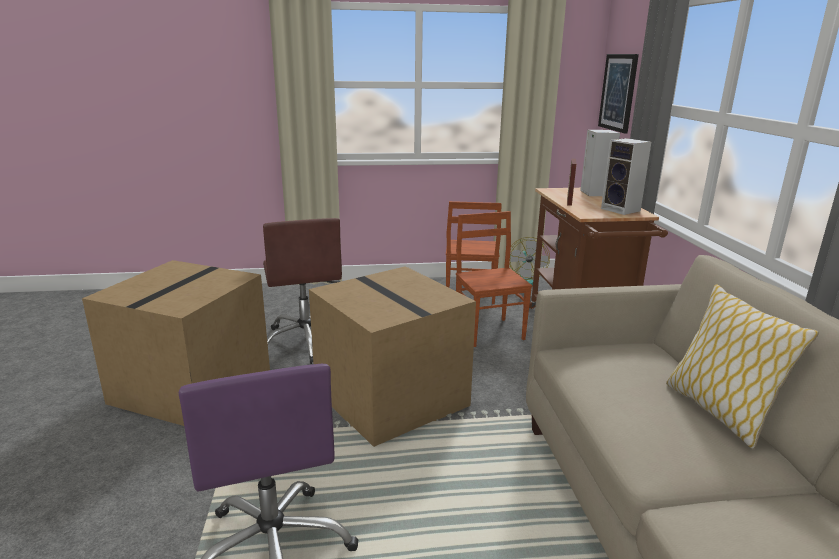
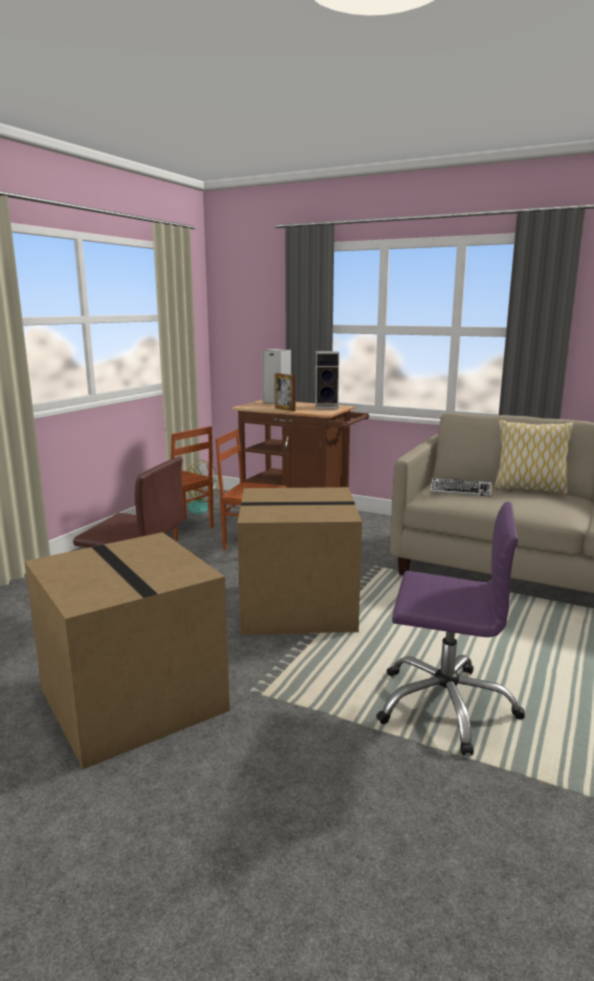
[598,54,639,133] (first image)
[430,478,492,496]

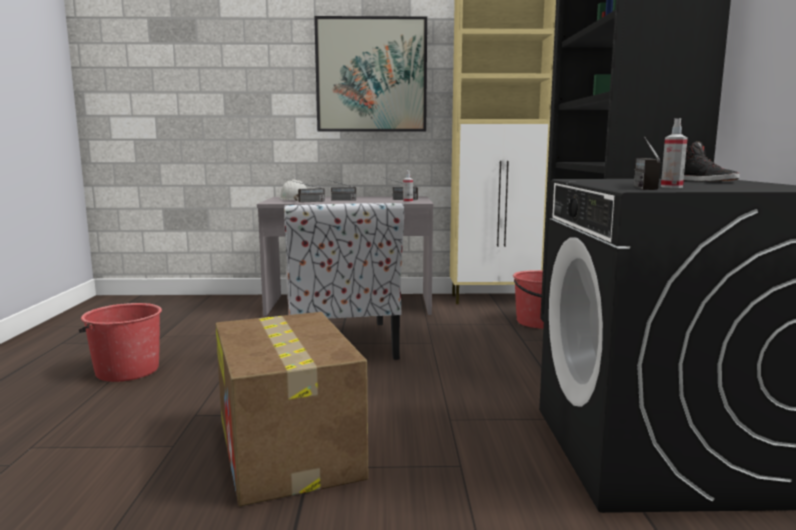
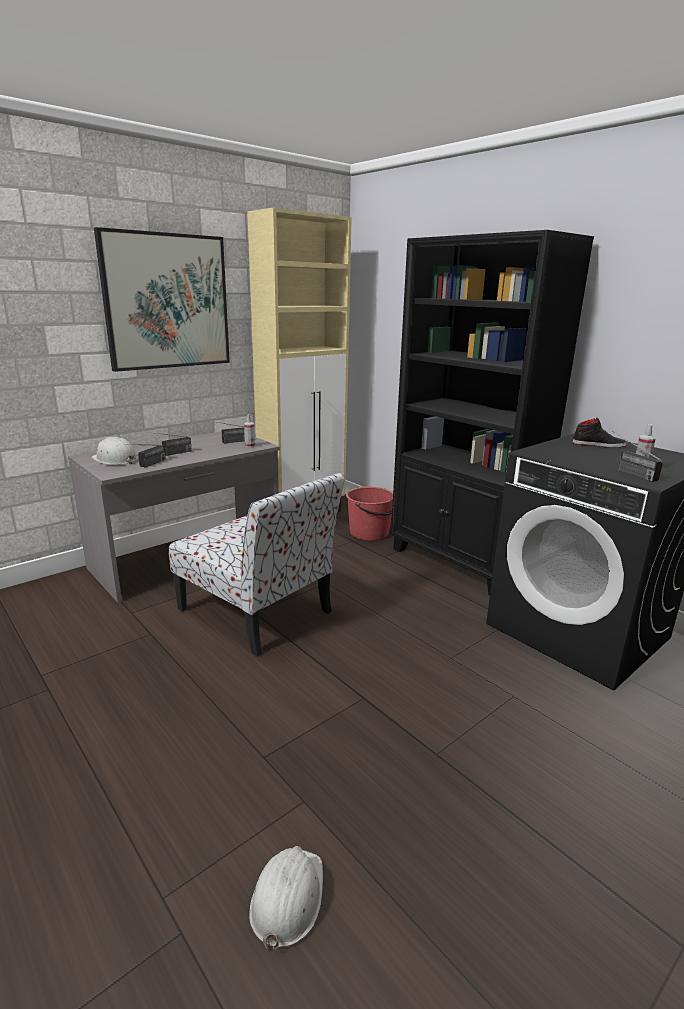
[79,303,162,382] (first image)
[215,312,368,506] (first image)
[249,846,323,951]

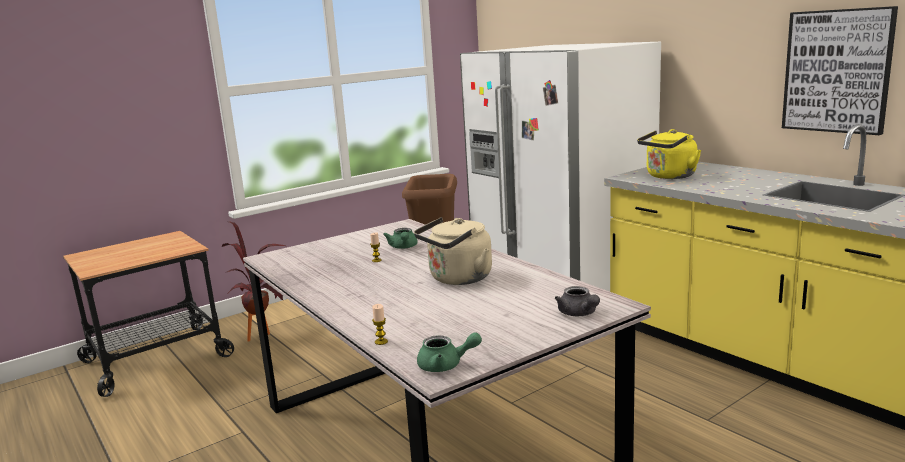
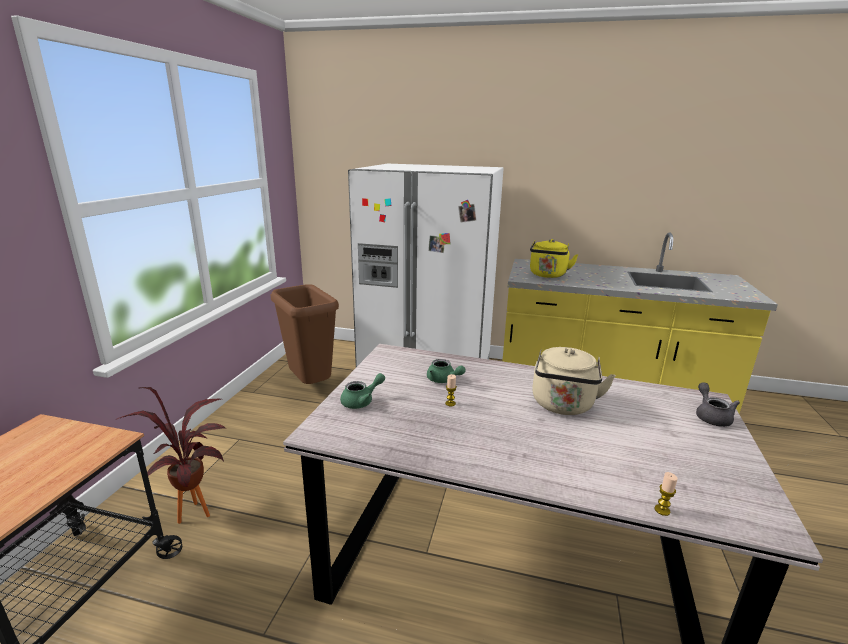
[782,6,898,135] (first image)
[696,382,740,427]
[340,373,385,409]

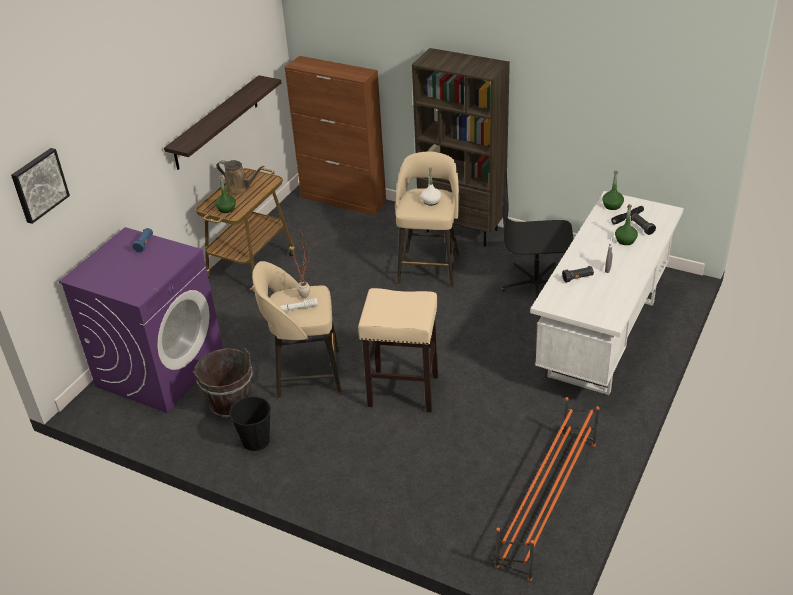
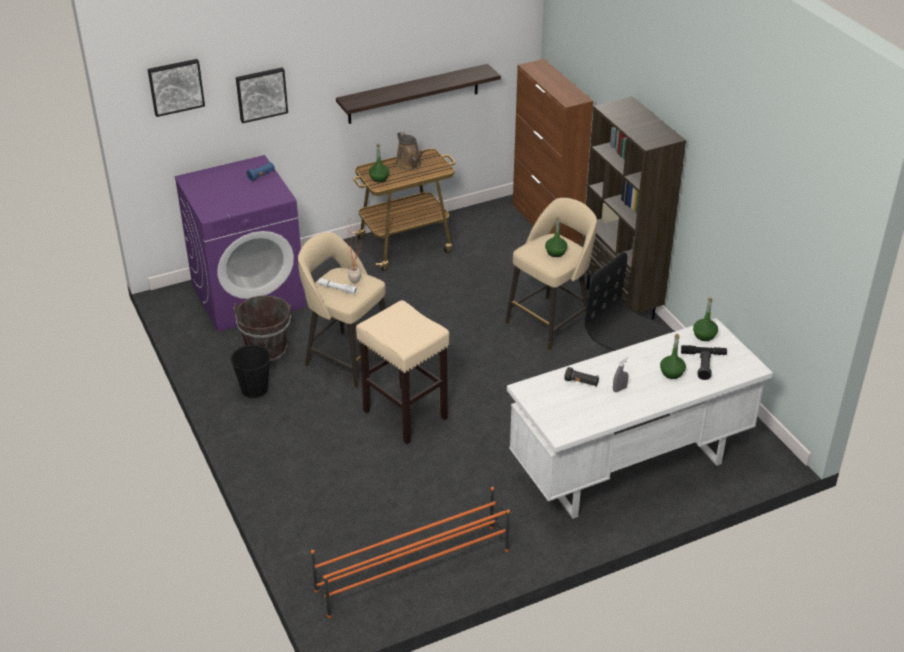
[545,216,568,257]
[236,67,288,123]

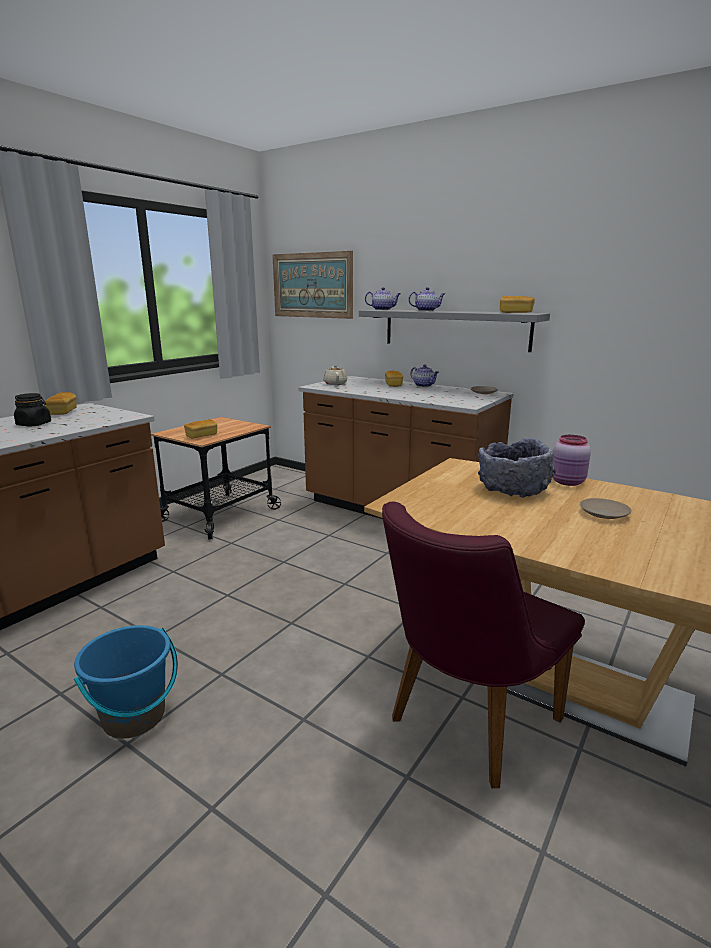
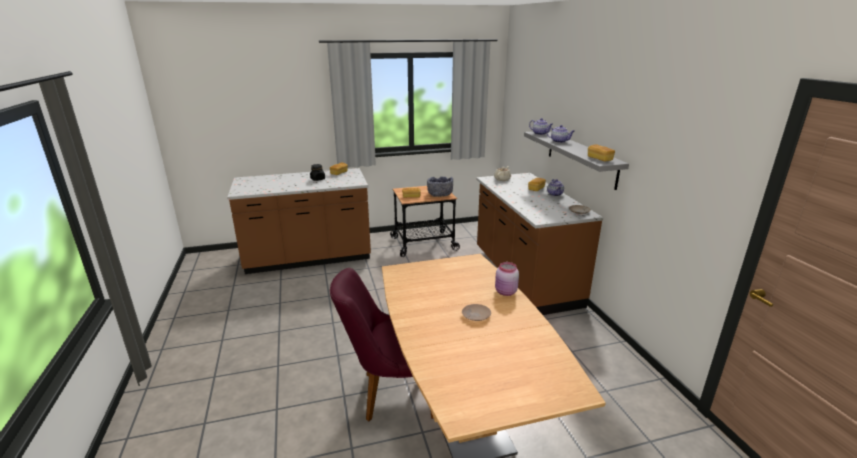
[272,251,353,319] (first image)
[427,176,453,197]
[74,625,178,739] (first image)

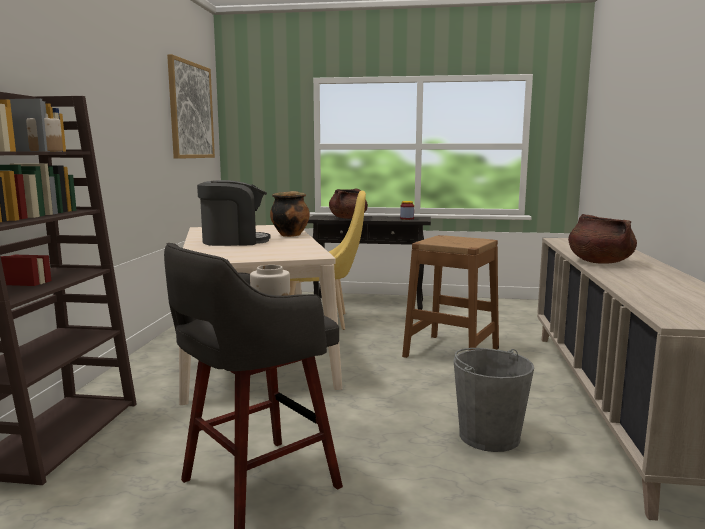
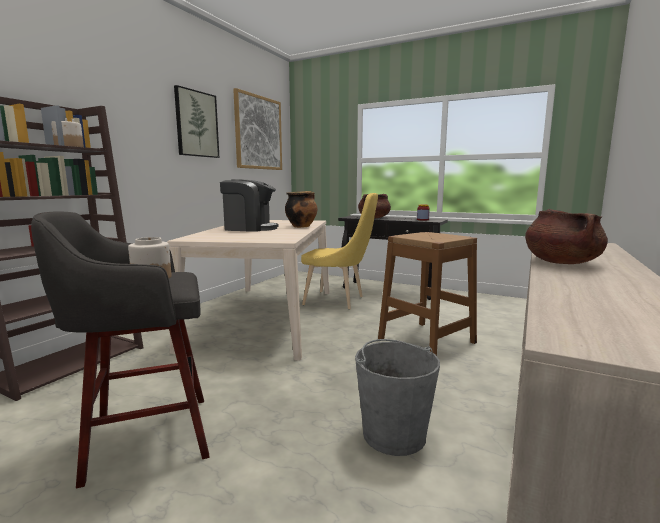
[174,85,220,158]

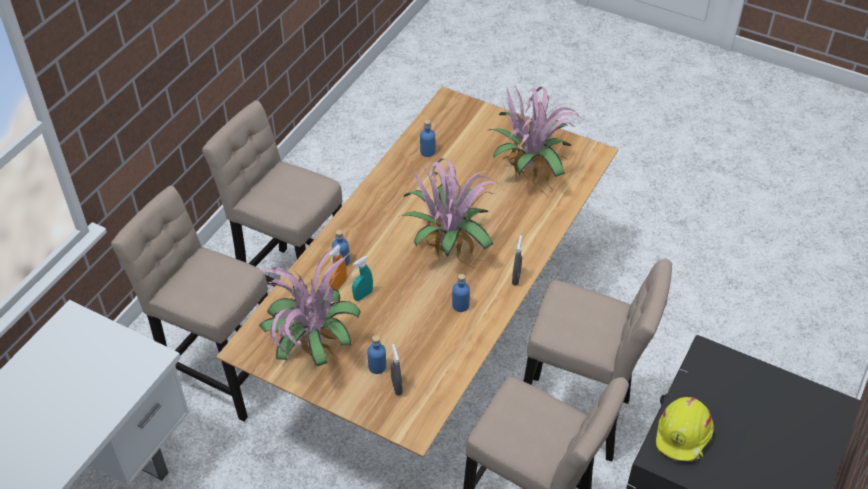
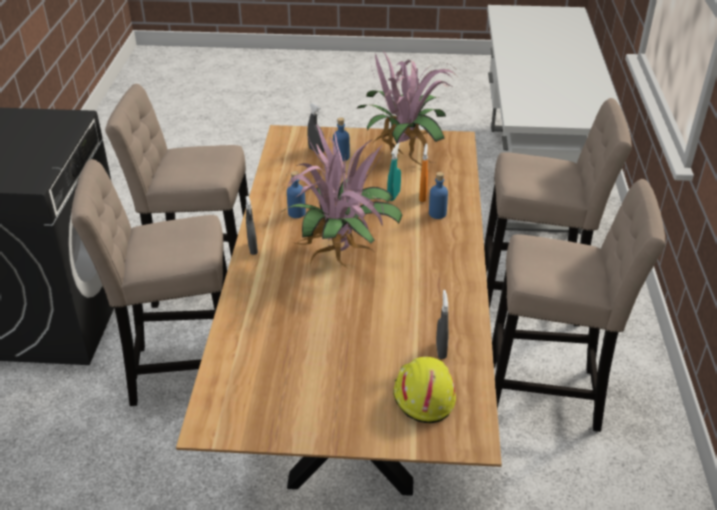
[489,84,582,198] (first image)
[436,290,449,359]
[393,357,456,423]

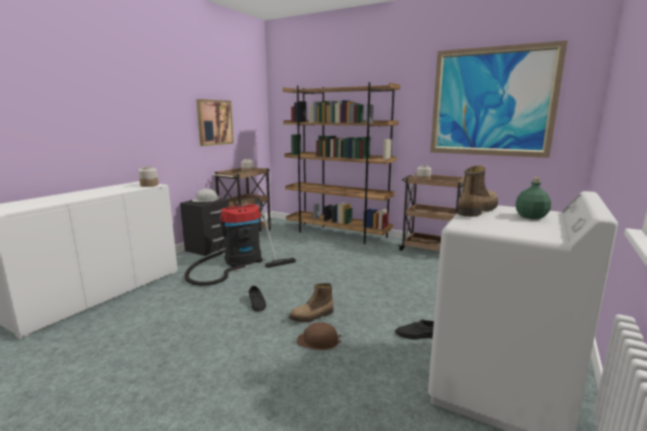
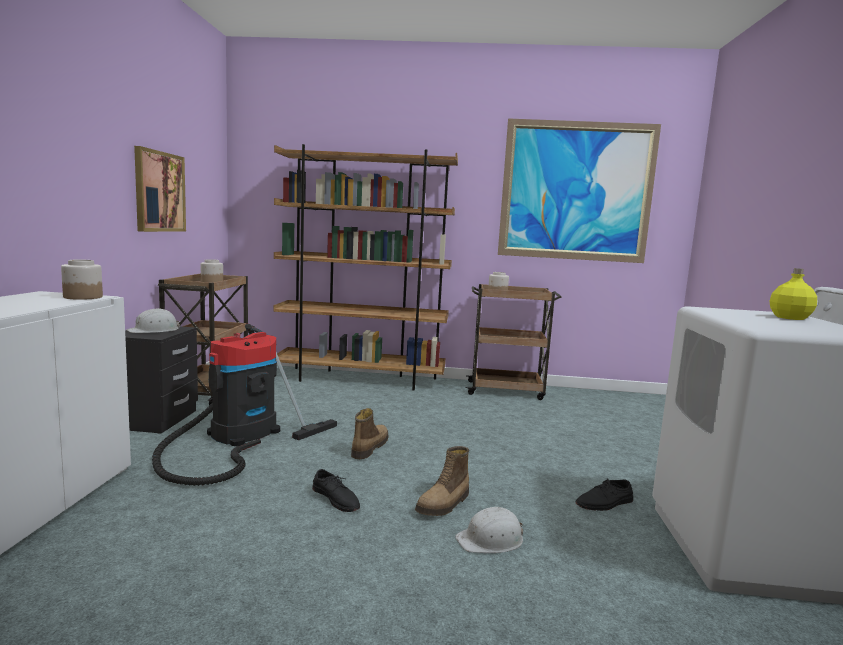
[351,408,389,459]
[769,268,817,320]
[455,507,523,553]

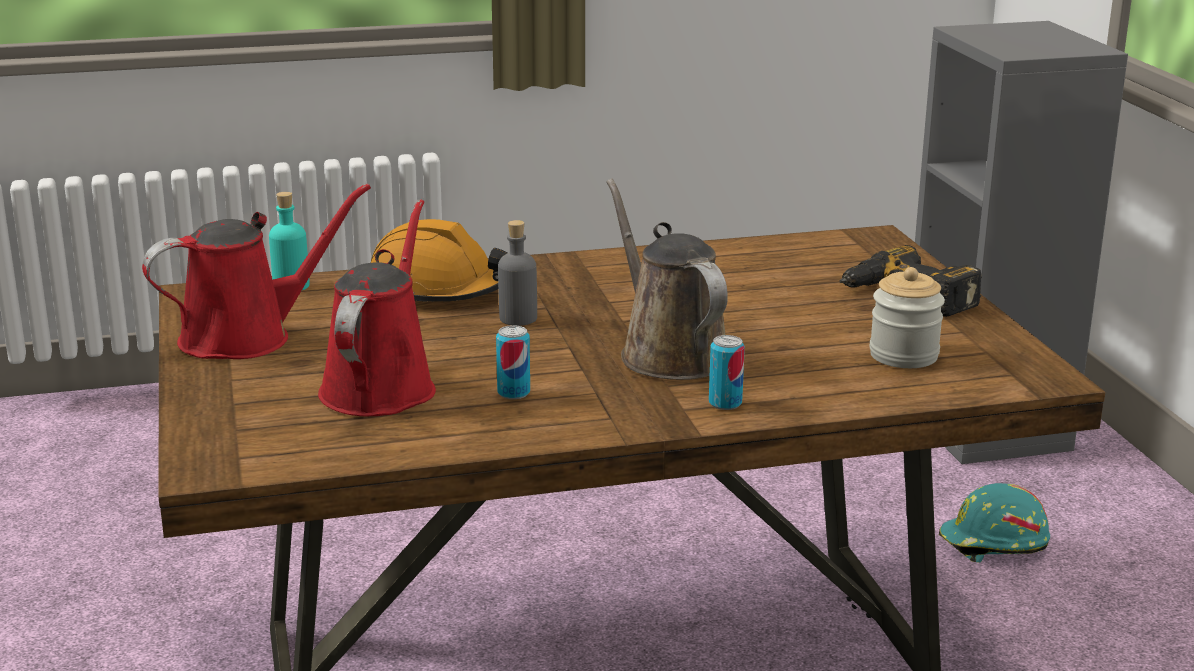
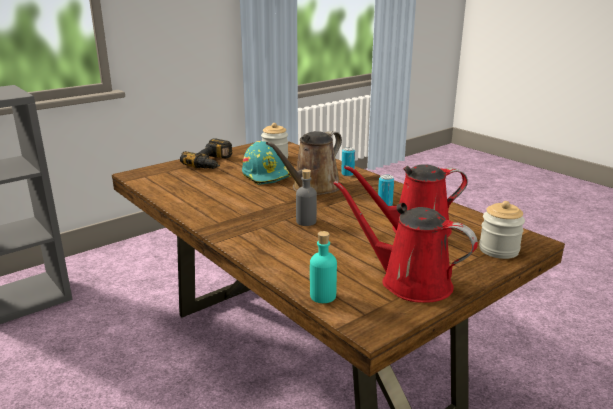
[371,219,508,302] (first image)
[242,141,291,185]
[479,201,525,259]

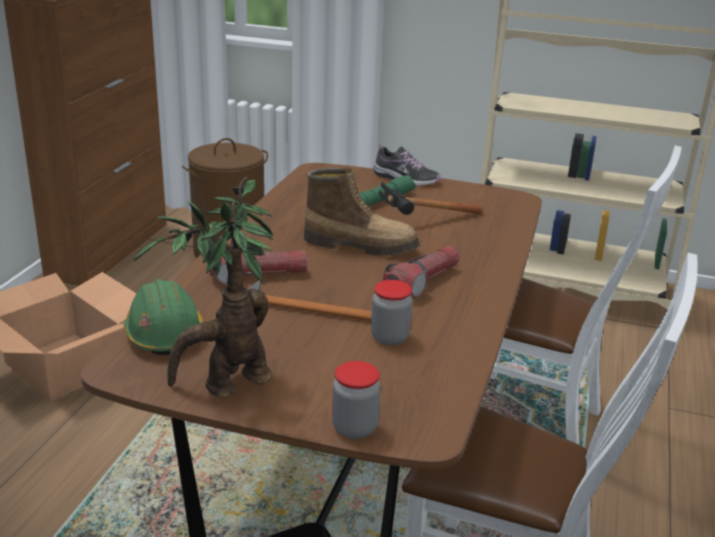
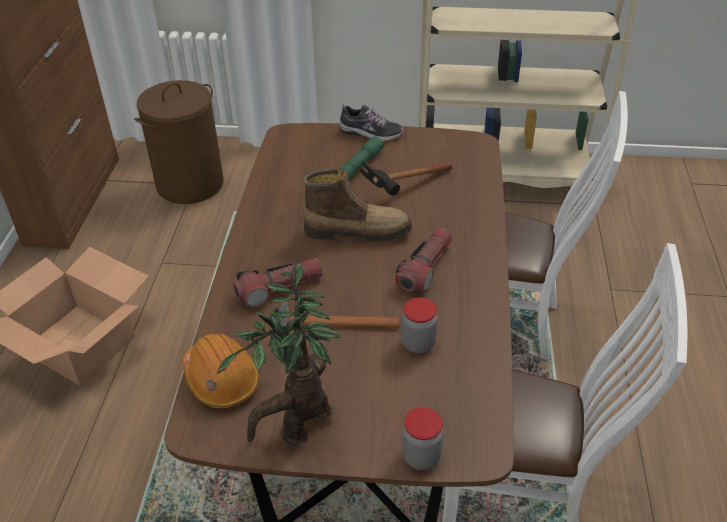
[183,333,259,408]

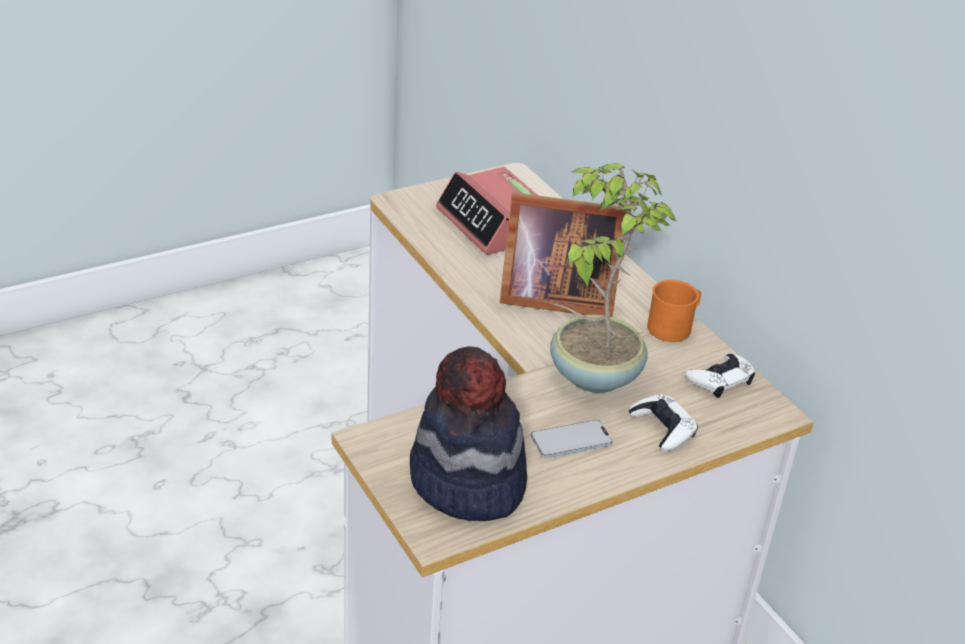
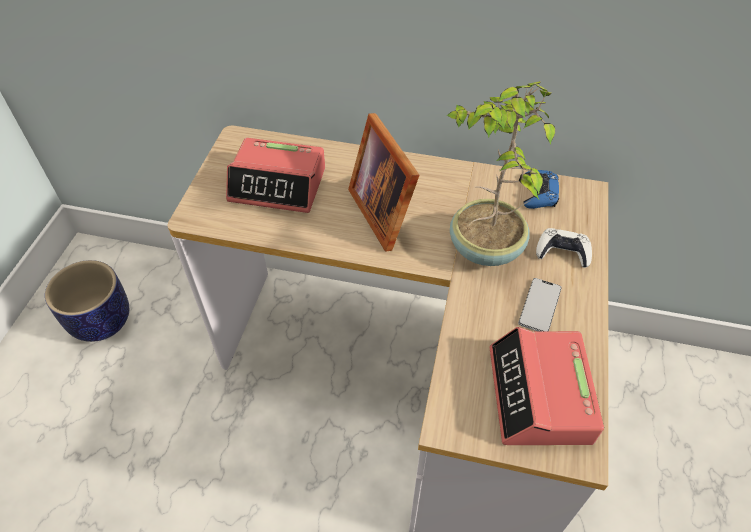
[348,113,420,252]
[647,280,701,342] (first image)
[489,327,604,445]
[523,170,559,209]
[45,260,129,342]

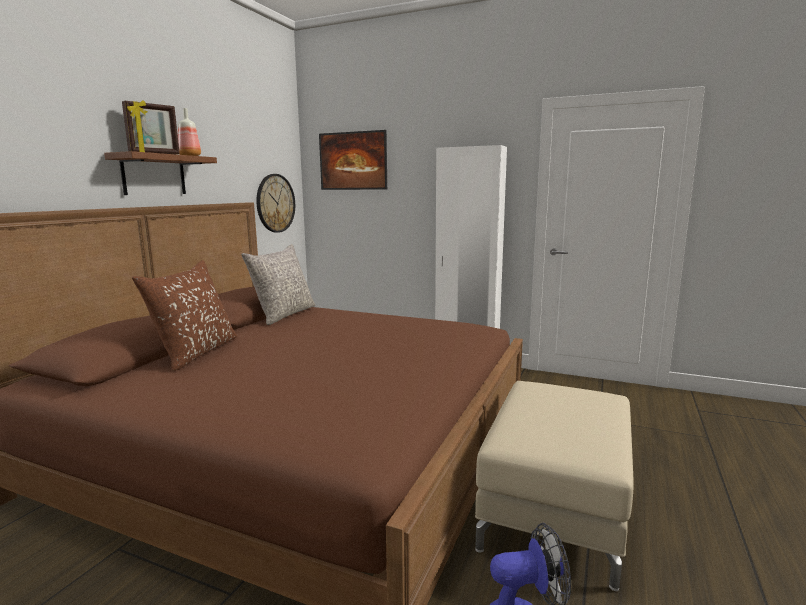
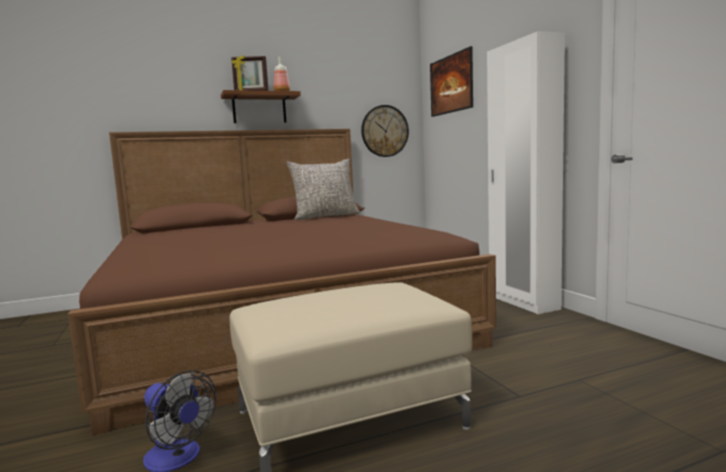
[132,260,237,371] (first image)

